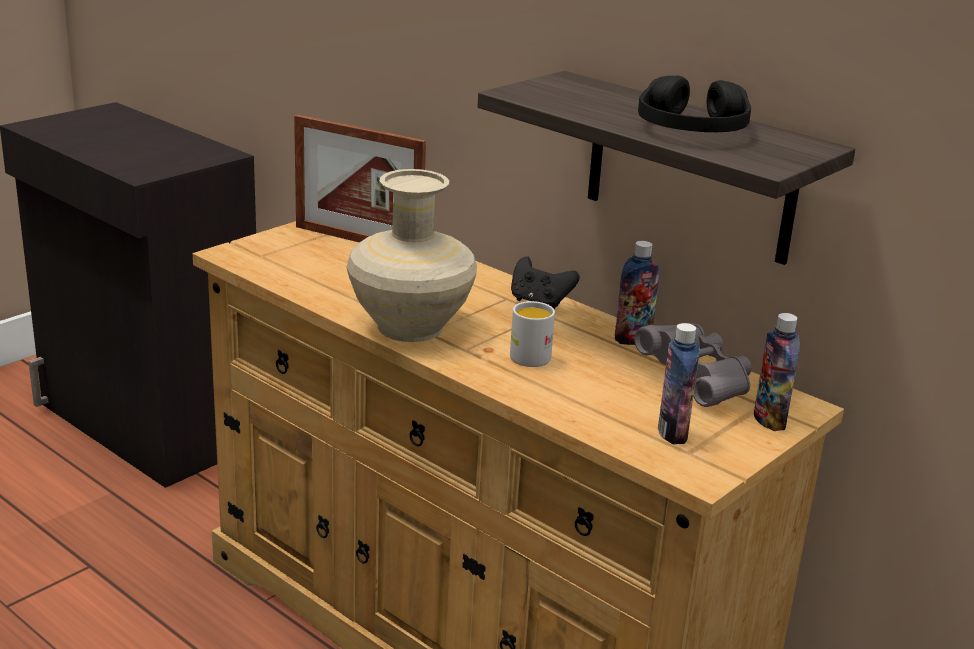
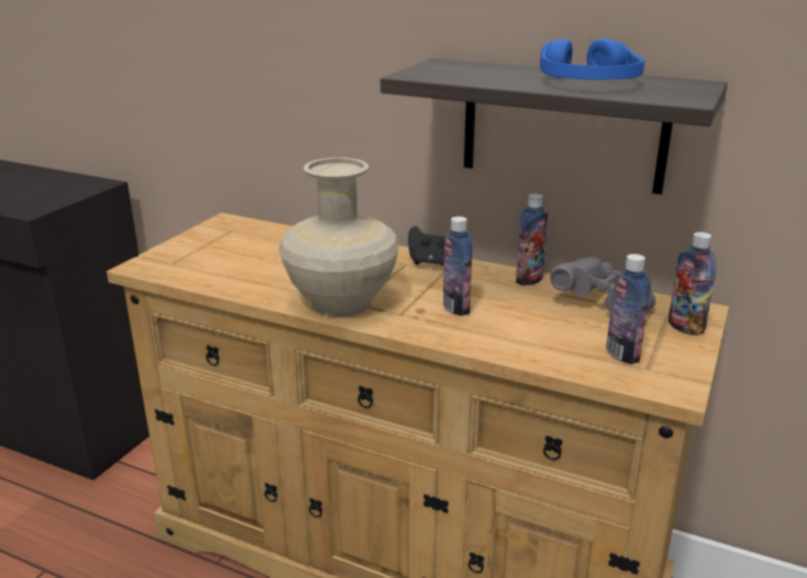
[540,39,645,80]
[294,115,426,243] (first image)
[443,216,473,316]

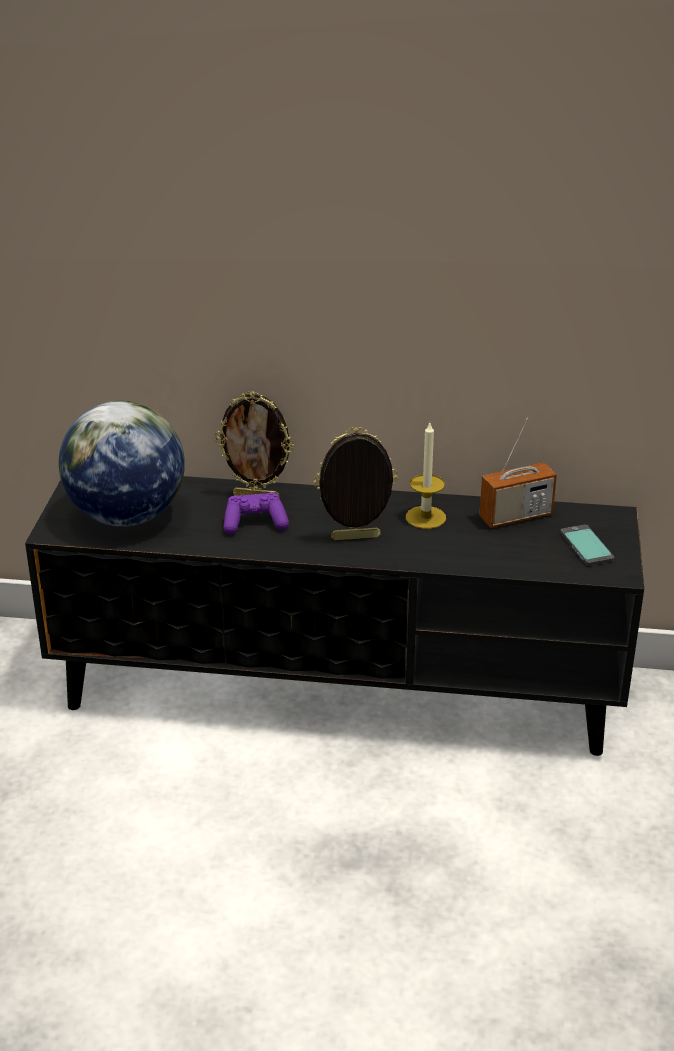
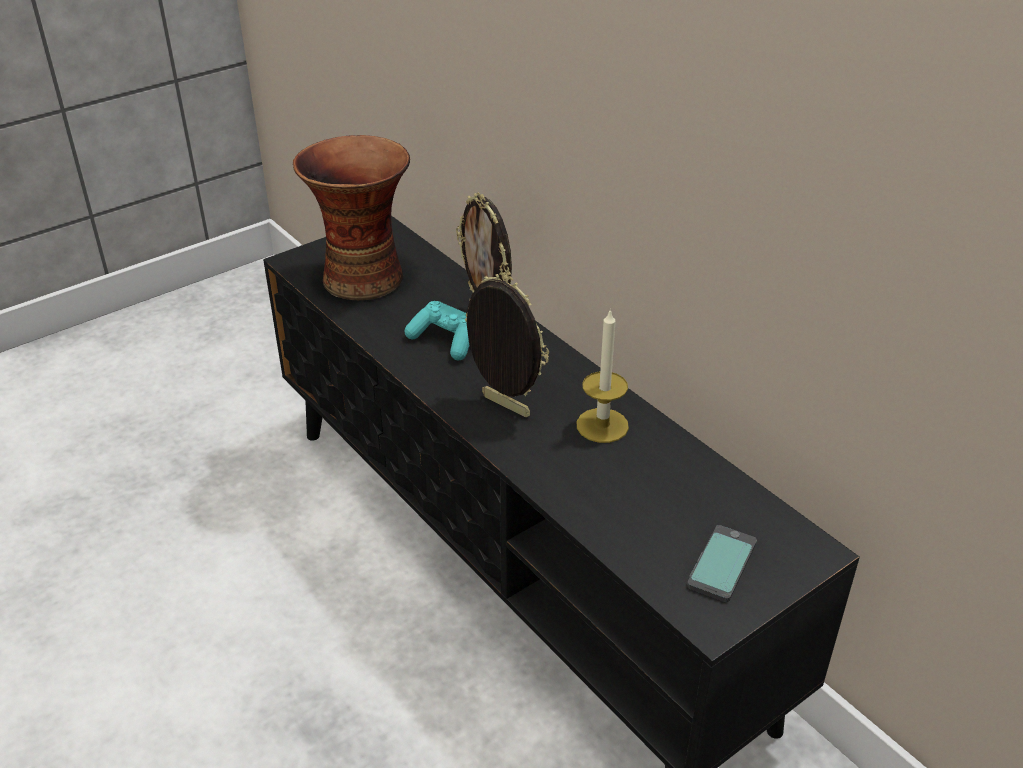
[293,135,410,300]
[479,417,557,528] (first image)
[404,301,469,360]

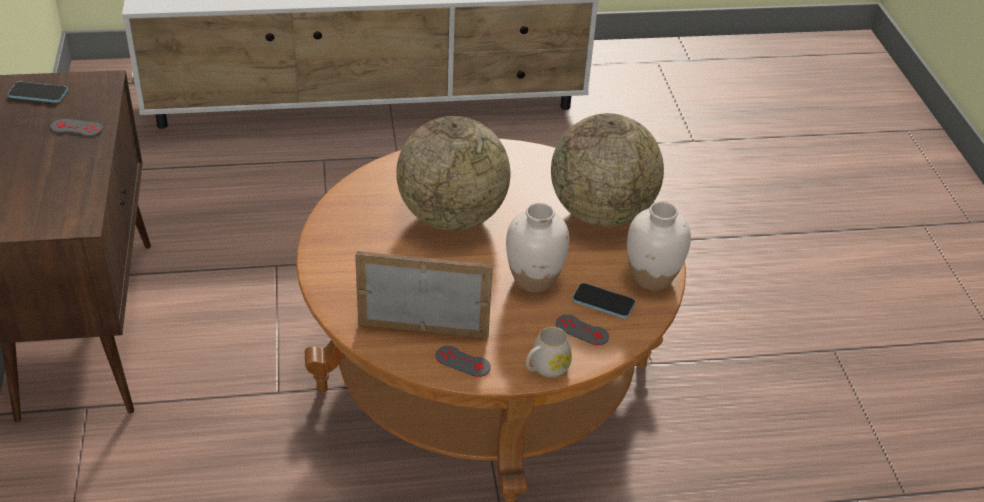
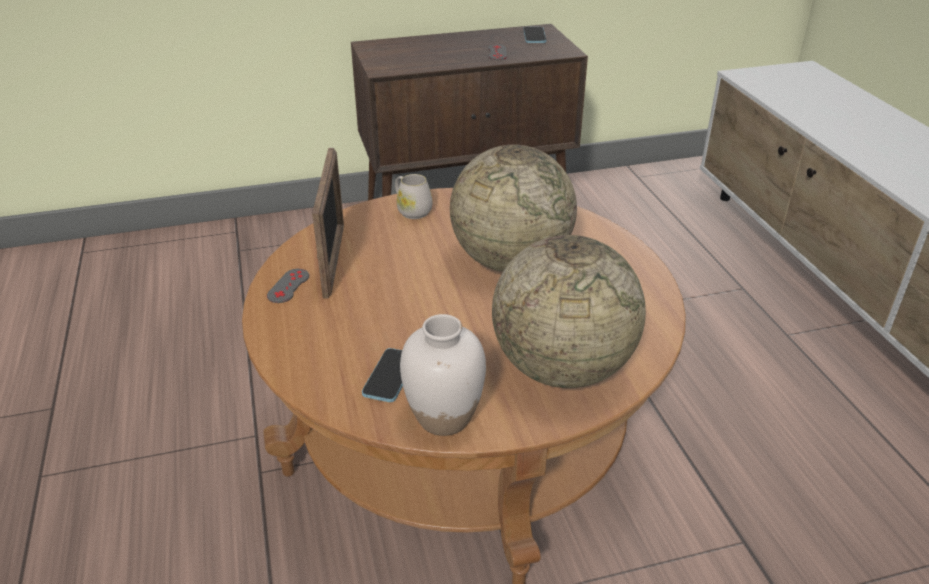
[506,203,569,293] (first image)
[556,315,609,345] (first image)
[395,174,432,219]

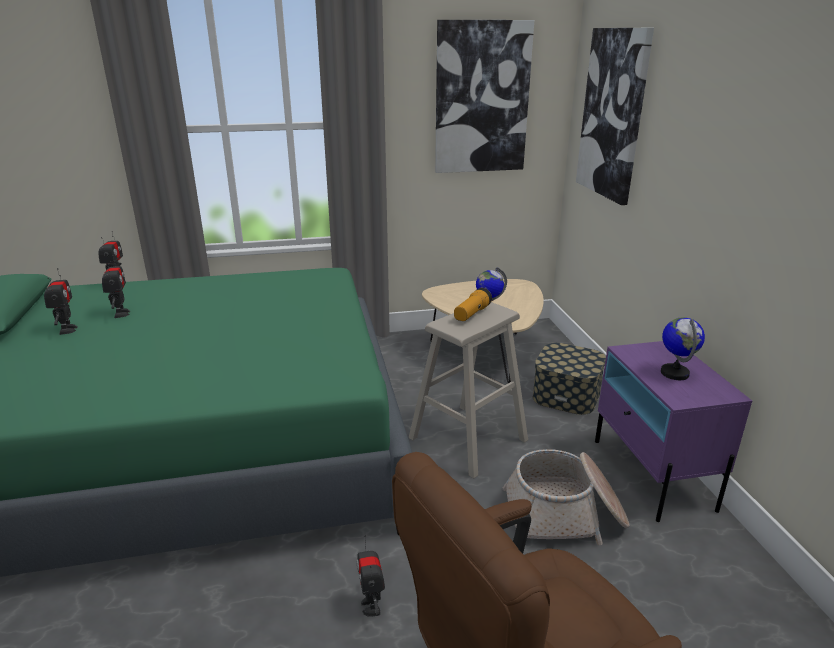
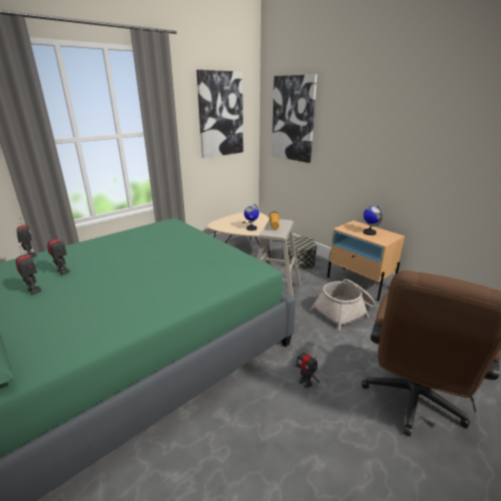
[327,220,405,301]

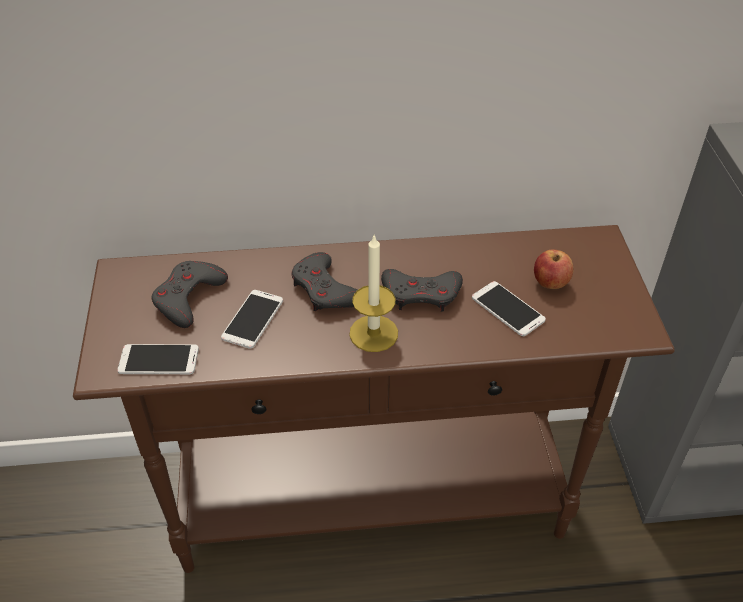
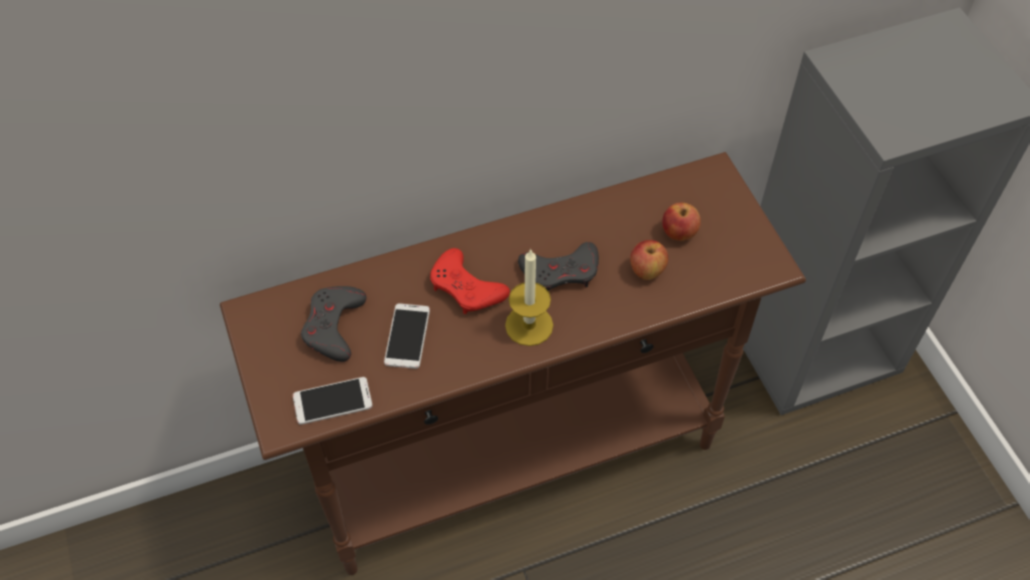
[430,248,510,314]
[630,240,668,280]

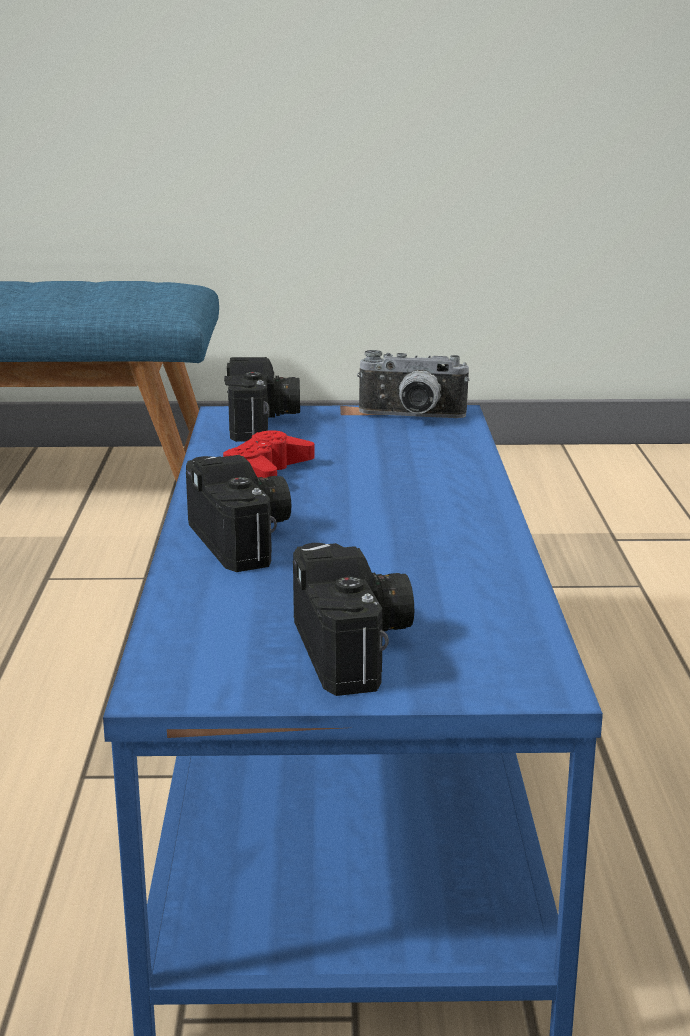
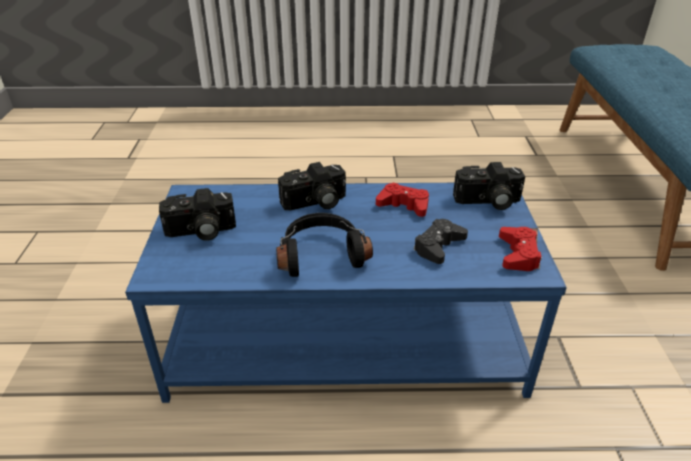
[499,227,542,271]
[276,213,373,277]
[413,219,468,264]

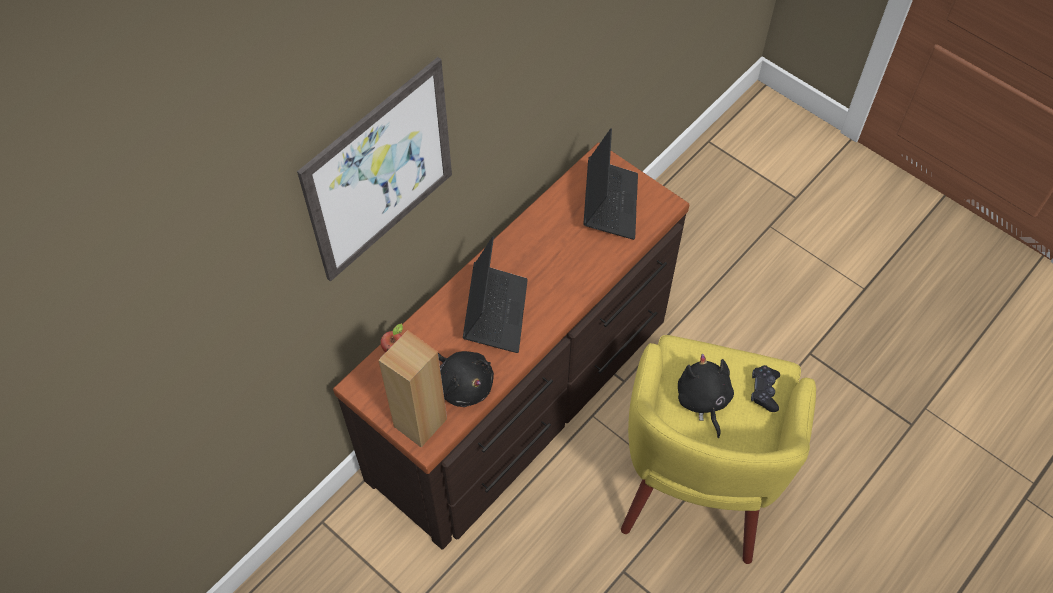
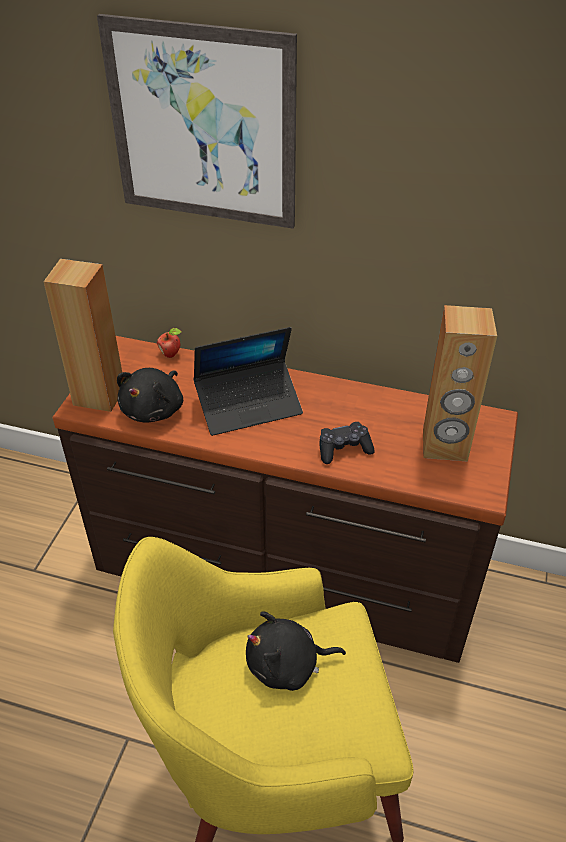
[423,305,497,462]
[246,611,346,691]
[319,422,375,464]

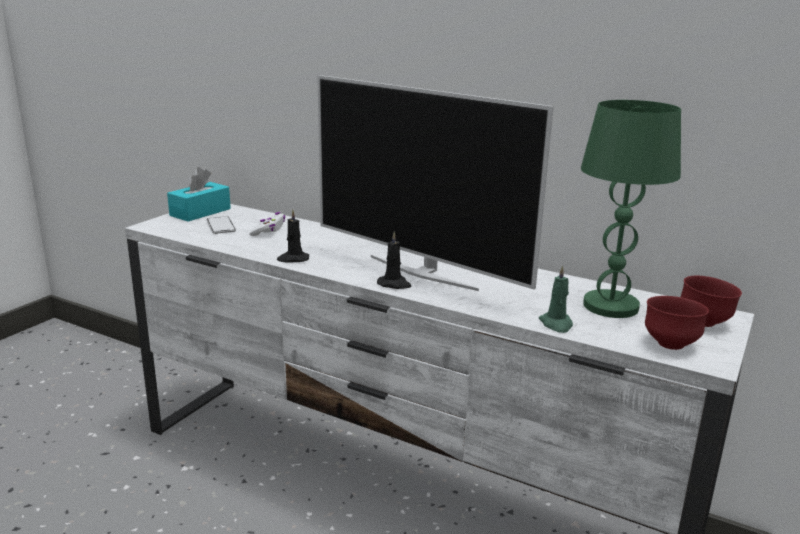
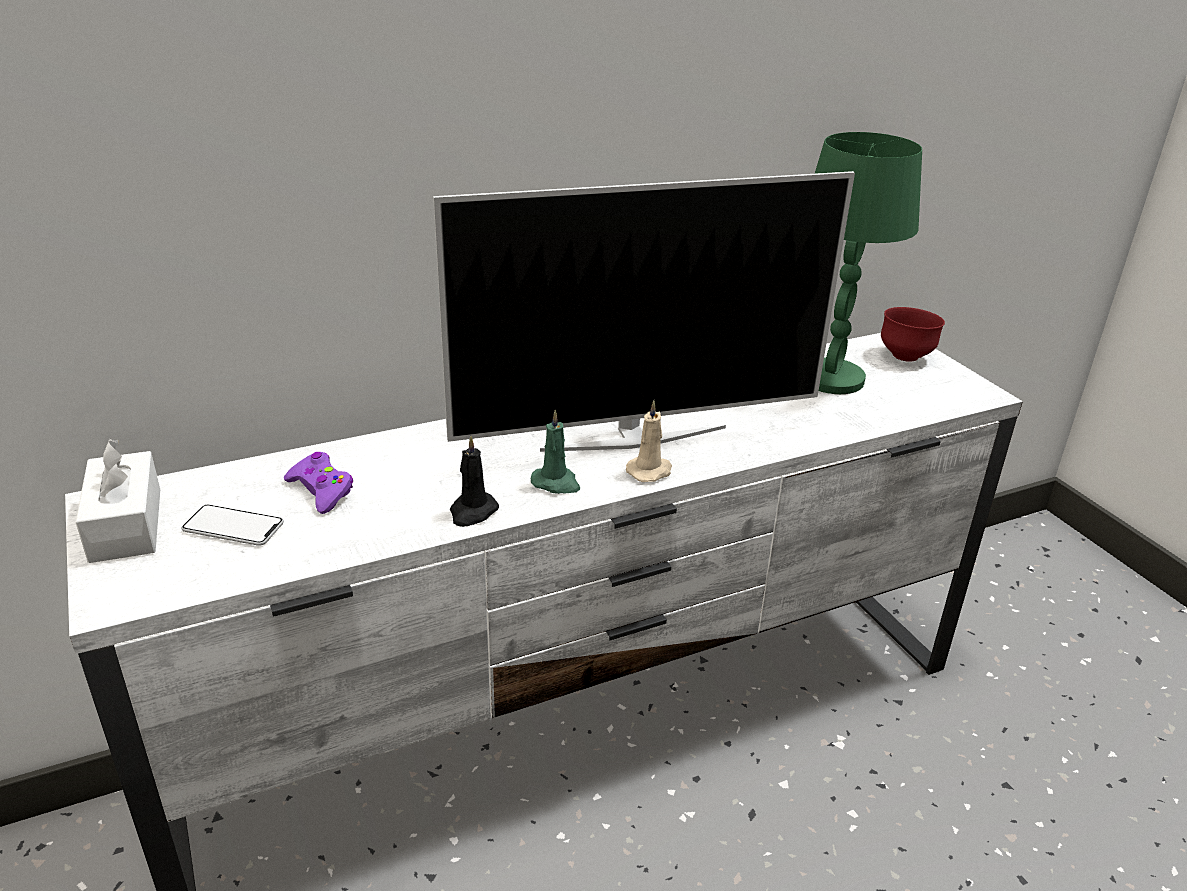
[76,439,160,563]
[284,452,353,514]
[626,400,672,482]
[531,409,580,494]
[645,296,709,350] (first image)

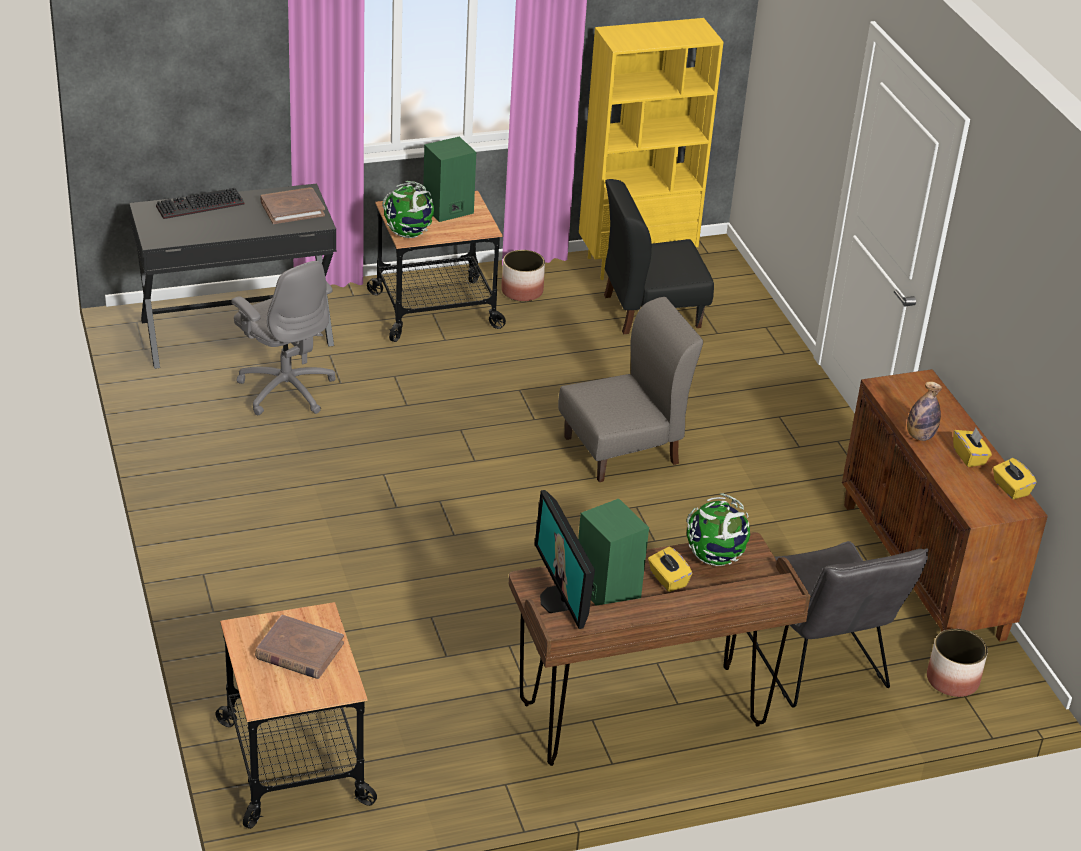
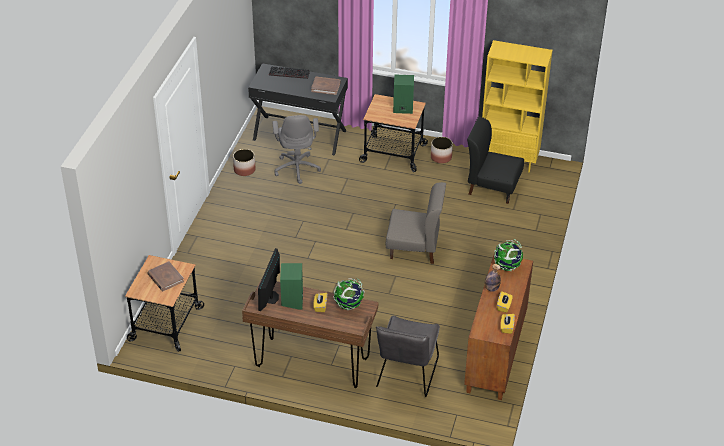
[494,239,523,271]
[233,149,256,176]

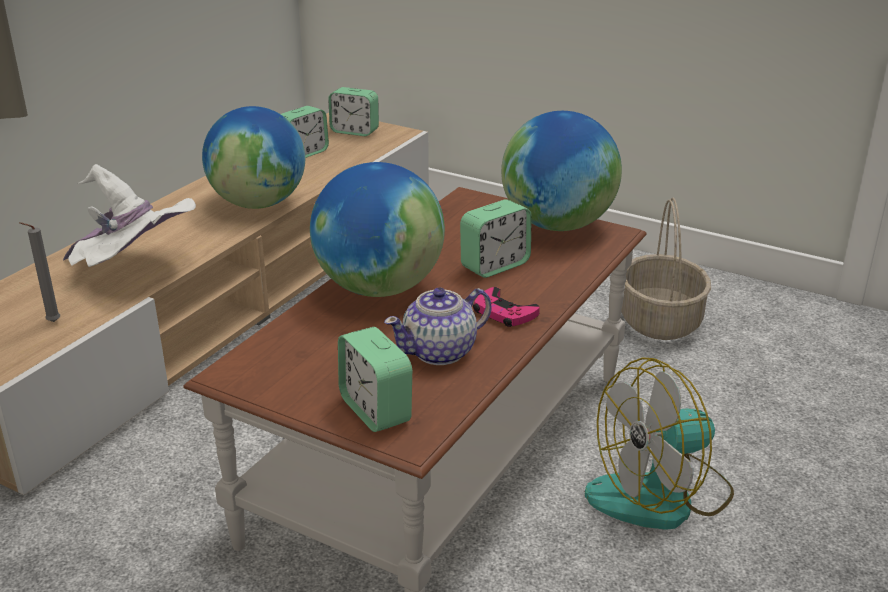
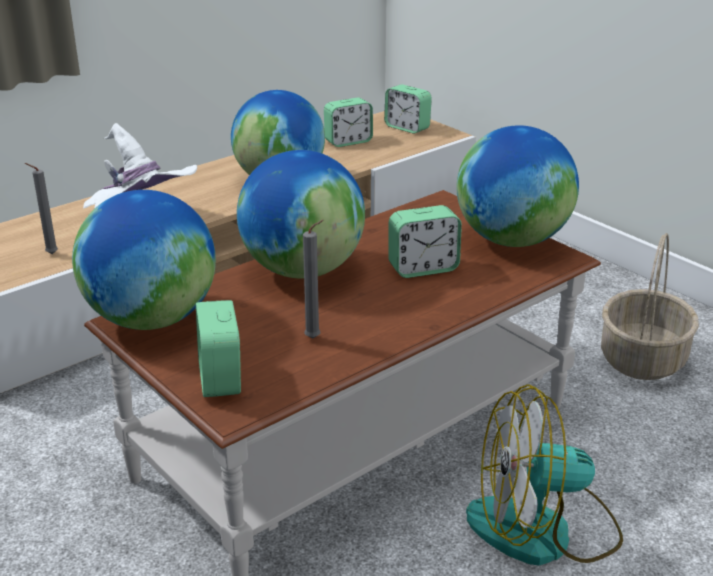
[473,287,540,327] (first image)
[303,220,324,339]
[72,190,216,330]

